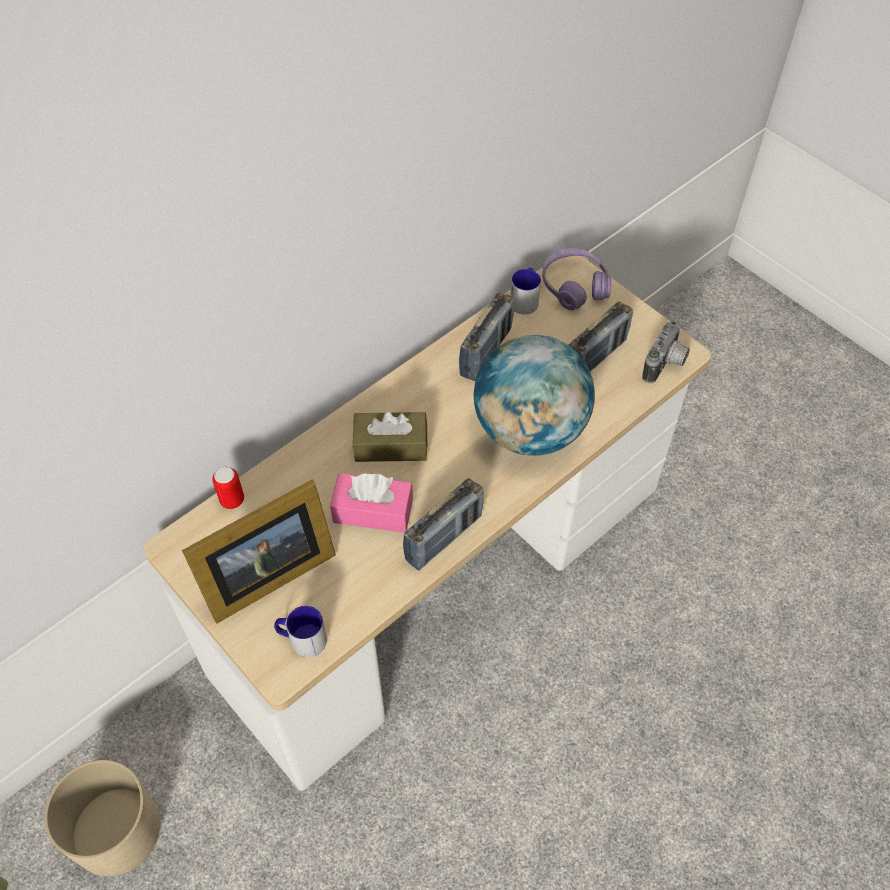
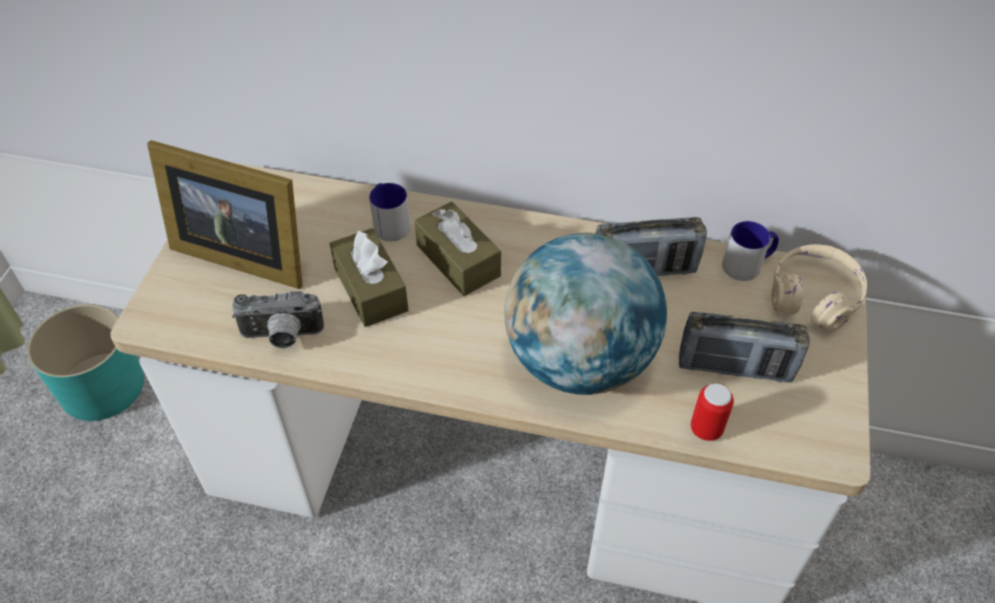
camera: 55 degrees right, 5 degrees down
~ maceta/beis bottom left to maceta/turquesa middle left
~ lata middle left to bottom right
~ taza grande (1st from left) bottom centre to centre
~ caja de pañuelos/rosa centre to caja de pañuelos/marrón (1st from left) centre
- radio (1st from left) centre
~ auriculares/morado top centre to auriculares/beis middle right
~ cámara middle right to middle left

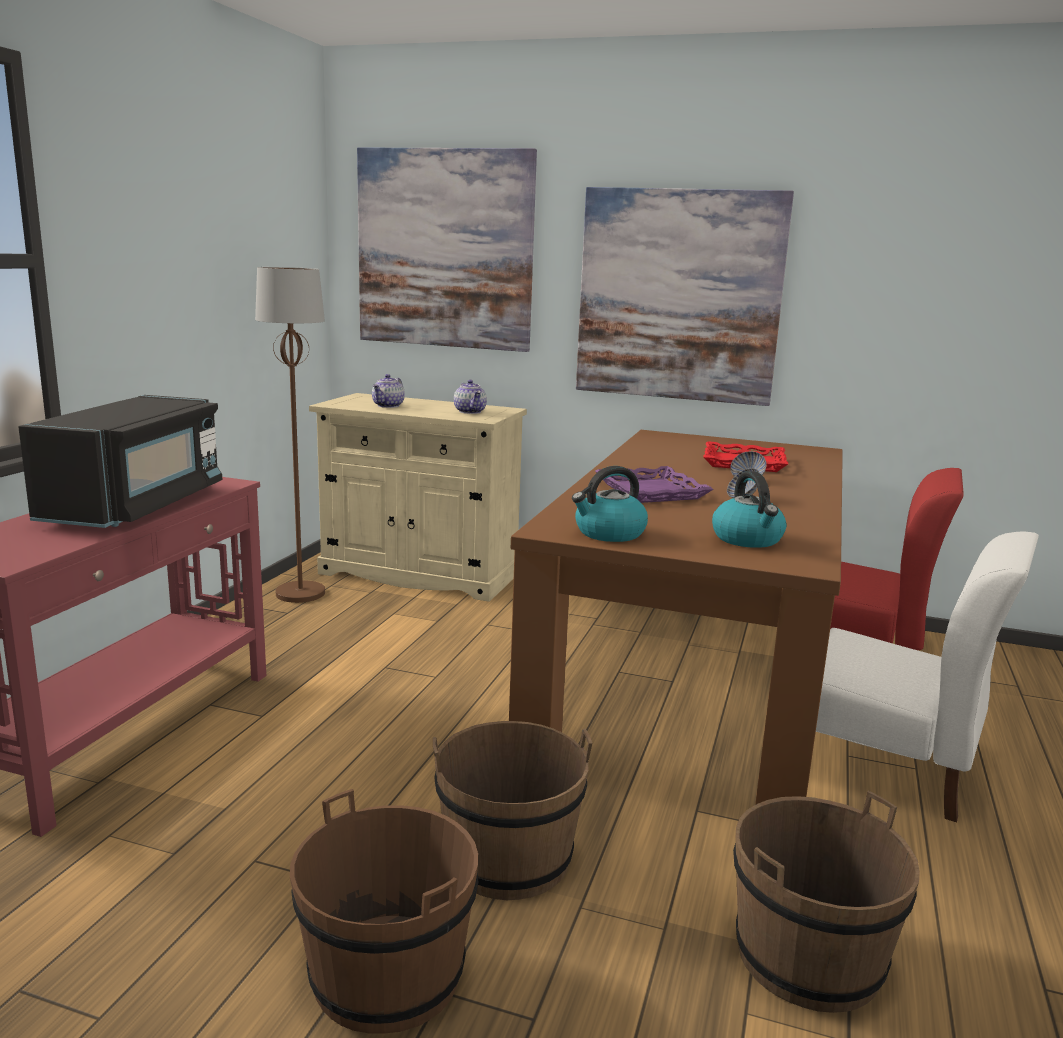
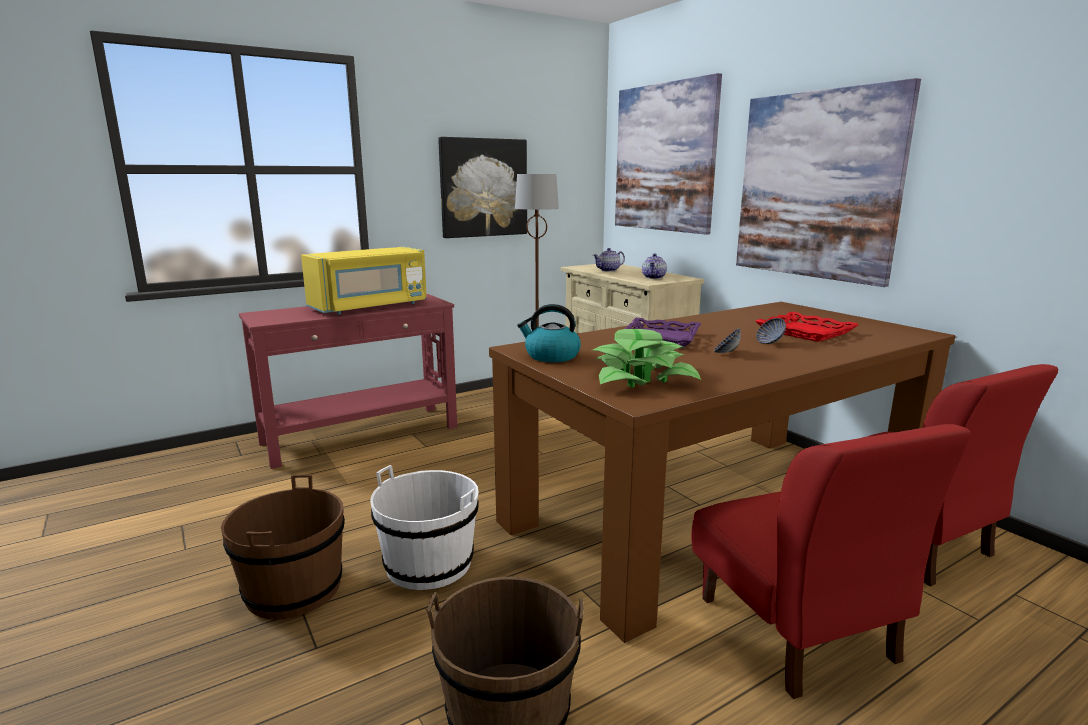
camera: 40 degrees right, 0 degrees up
~ microondas/negro middle left to microondas/amarillo centre
~ cubo/marrón (2nd from left) bottom centre to cubo/blanco bottom centre
~ hervidor (2nd from left) middle right to planta en maceta centre
~ silla/blanco middle right to silla/rojo (1st from left) bottom right
+ cuadro (1st from left) top centre

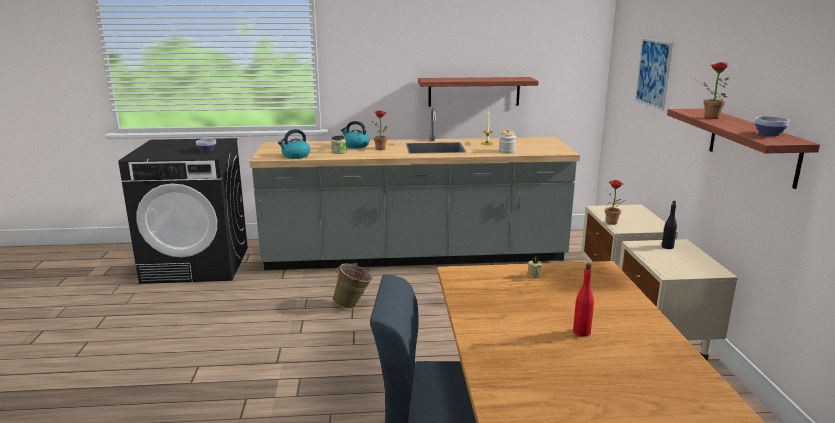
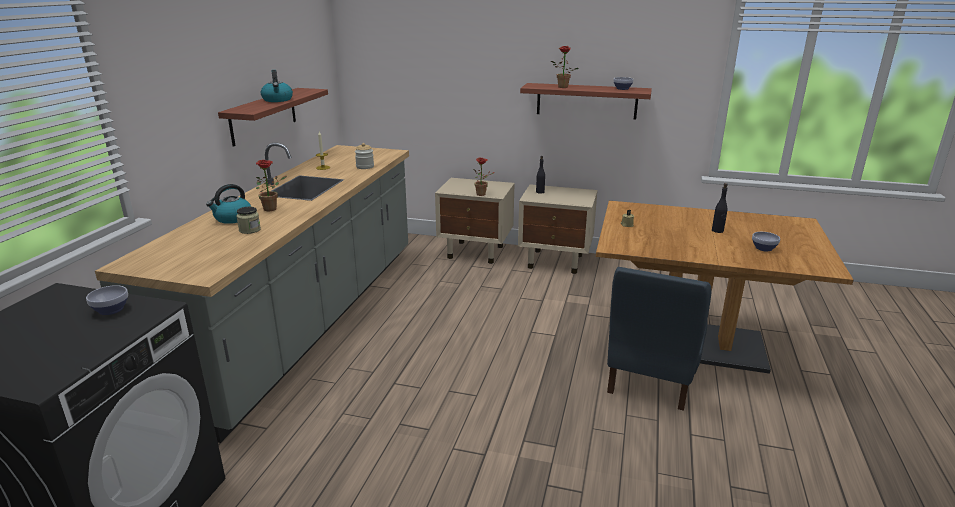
camera: 70 degrees left, 5 degrees up
~ hervidor (1st from left in the first image) centre to hervidor (2nd from left) top left
- cubo/verde bottom centre
~ botella/rojo bottom right to botella/negro (2nd from left) middle right
- cuadro top right
+ cuenco (3rd from left) middle right

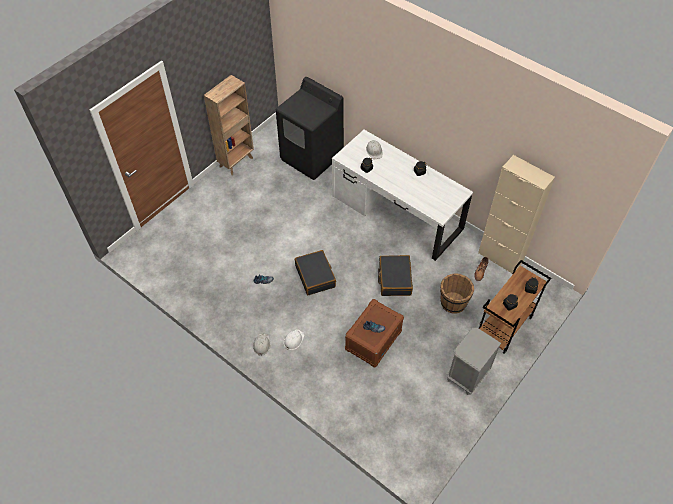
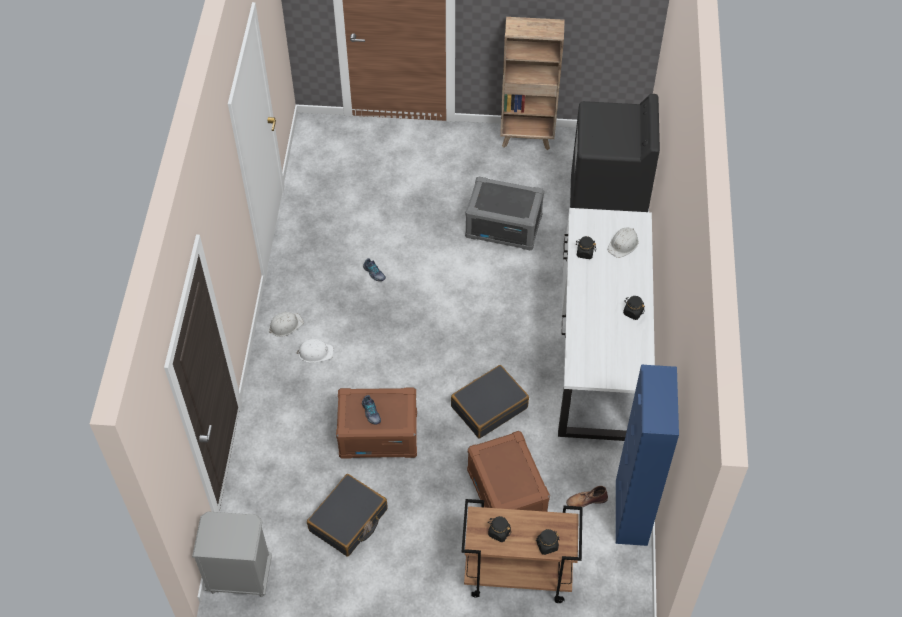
camera: 55 degrees right, 0 degrees up
~ maleta/negro (1st from left) centre to bottom centre
~ cubo/marrón middle right to caja de almacenaje/marrón (2nd from left) bottom centre
~ mesita de noche/gris bottom right to bottom left
~ armario/beis middle right to armario/azul bottom right
+ caja de almacenaje/gris centre

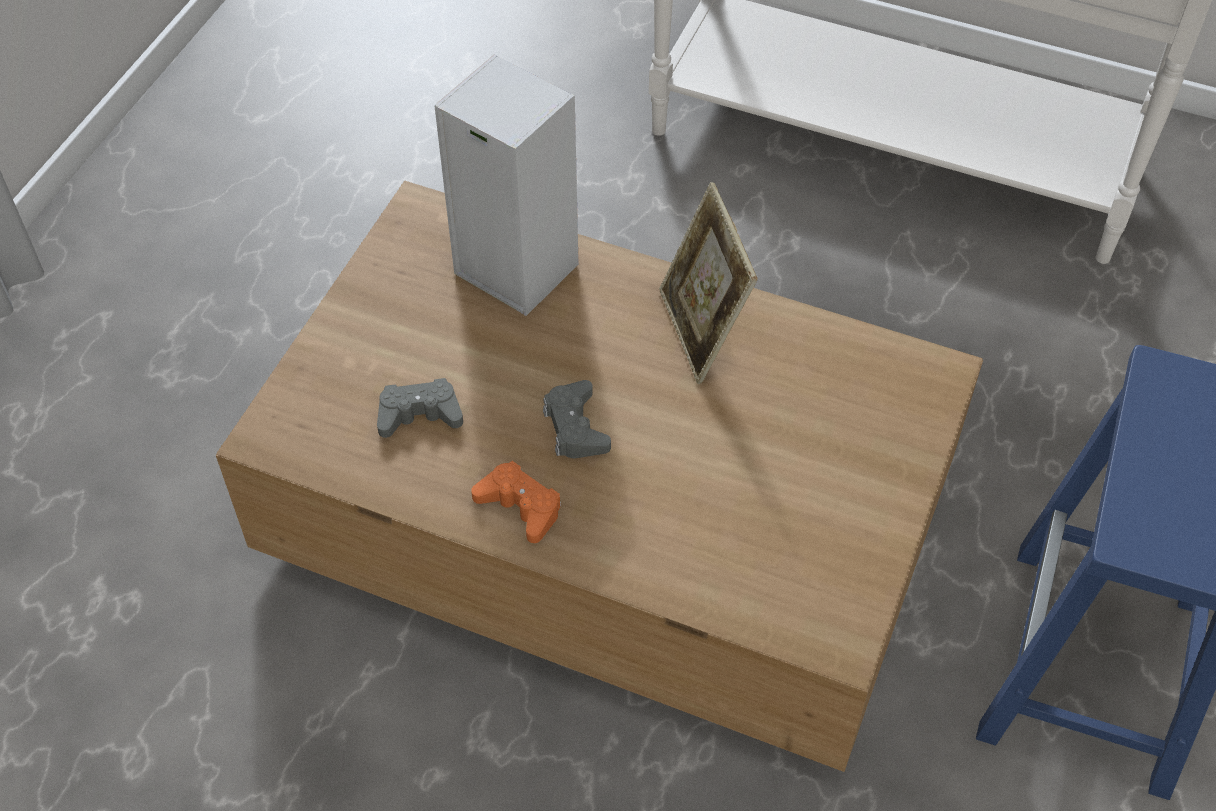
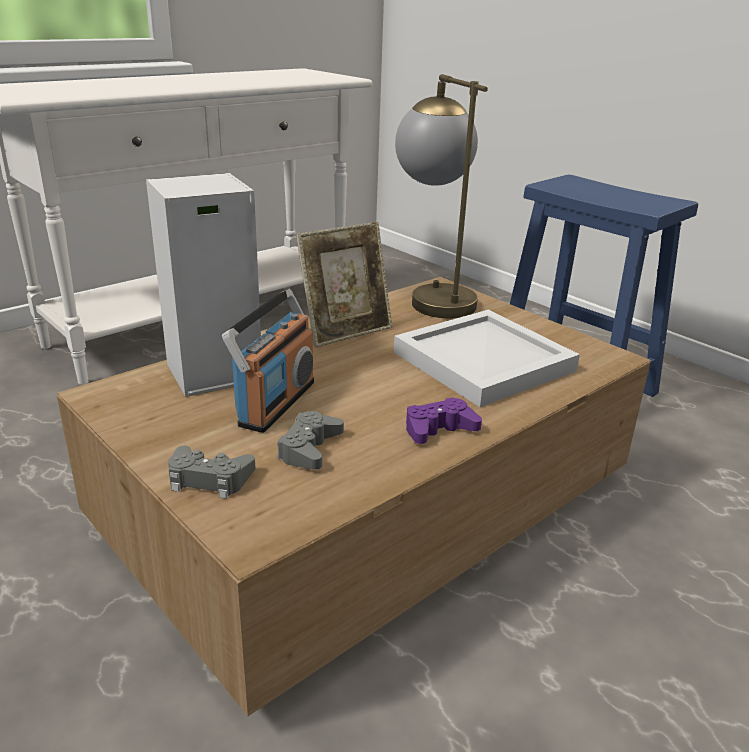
camera: 65 degrees left, 25 degrees down
~ mando de consola/naranja centre to mando de consola/morado centre
~ mando de consola/gris (2nd from left in the first image) centre to mando de consola/gris (1st from left) middle left
~ portarretratos centre = centre 45 degrees counterclockwise
+ radio centre
+ bandeja/blanco centre
+ lámpara de mesa top centre

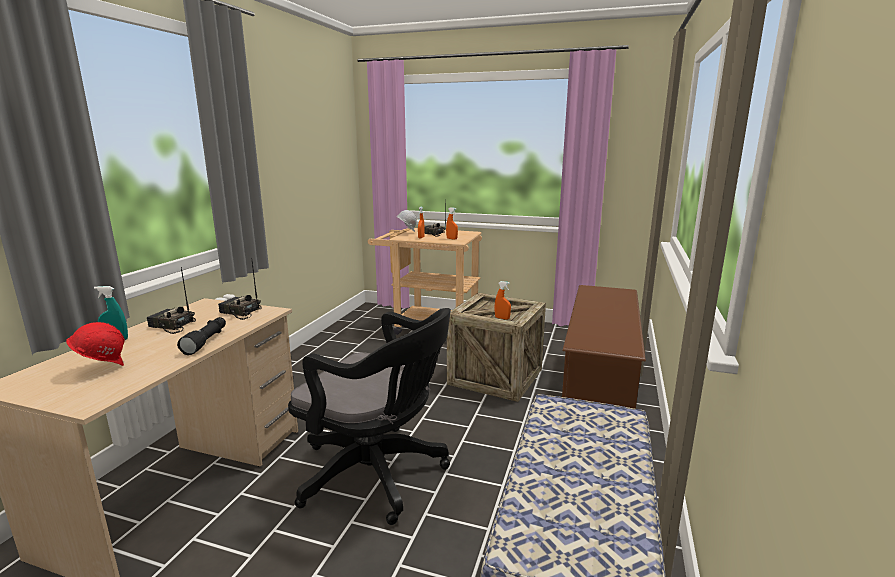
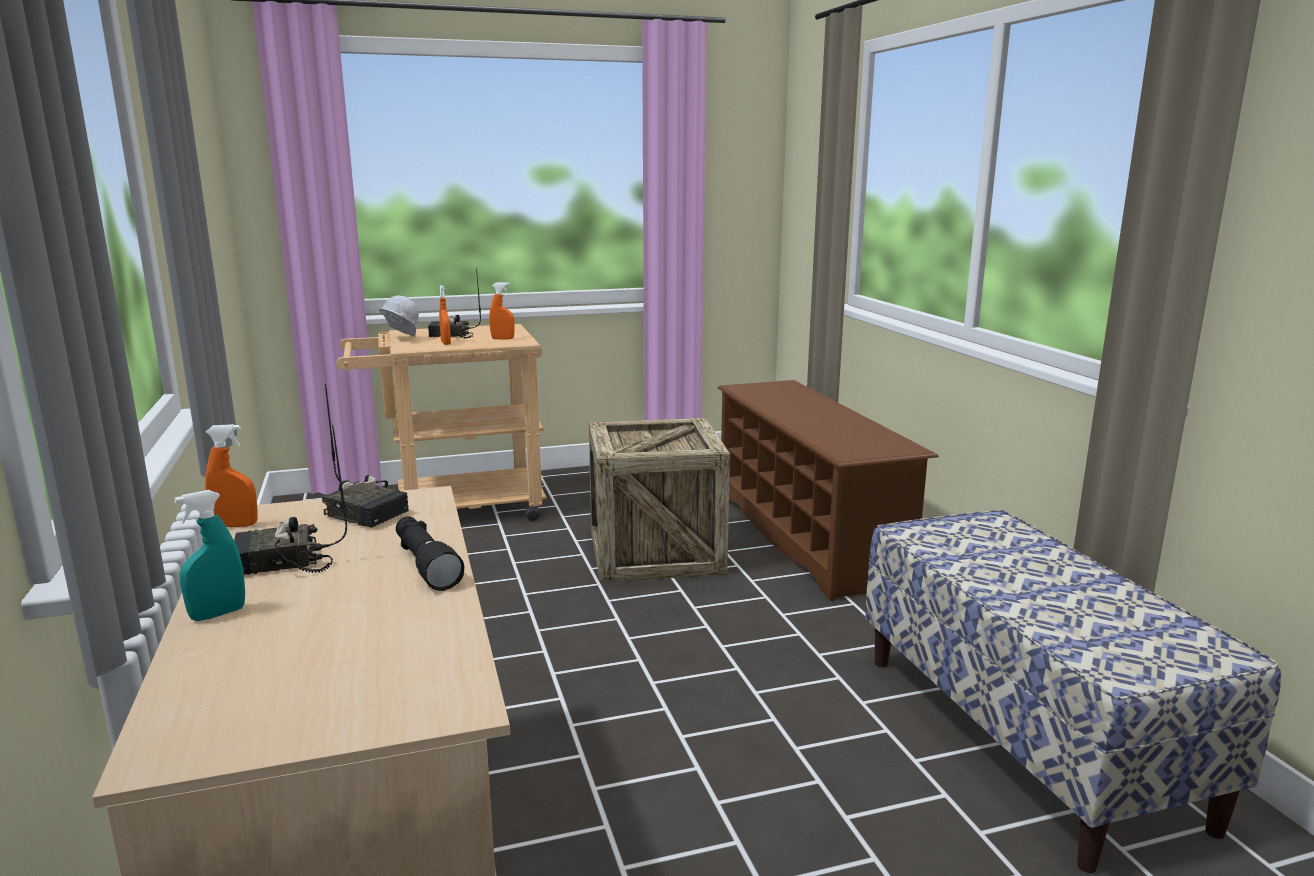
camera: 35 degrees left, 0 degrees up
- casco/rojo middle left
~ radio (2nd from left) middle left = middle left 135 degrees counterclockwise
- silla de oficina/negro bottom centre
~ pulverizador/naranja (3rd from left in the first image) centre to pulverizador/naranja (1st from left) middle left

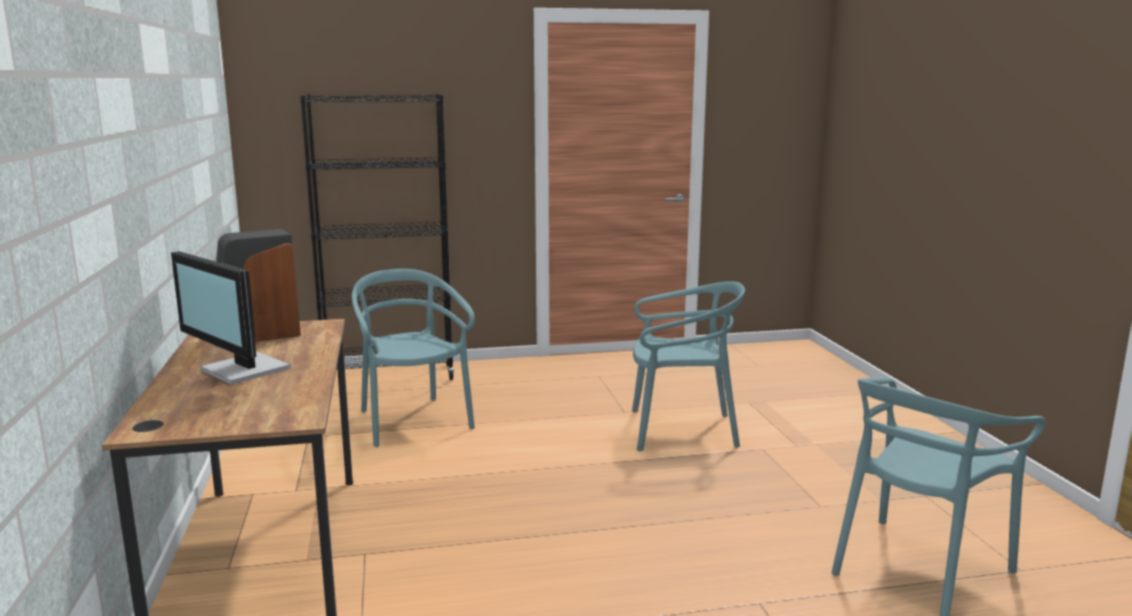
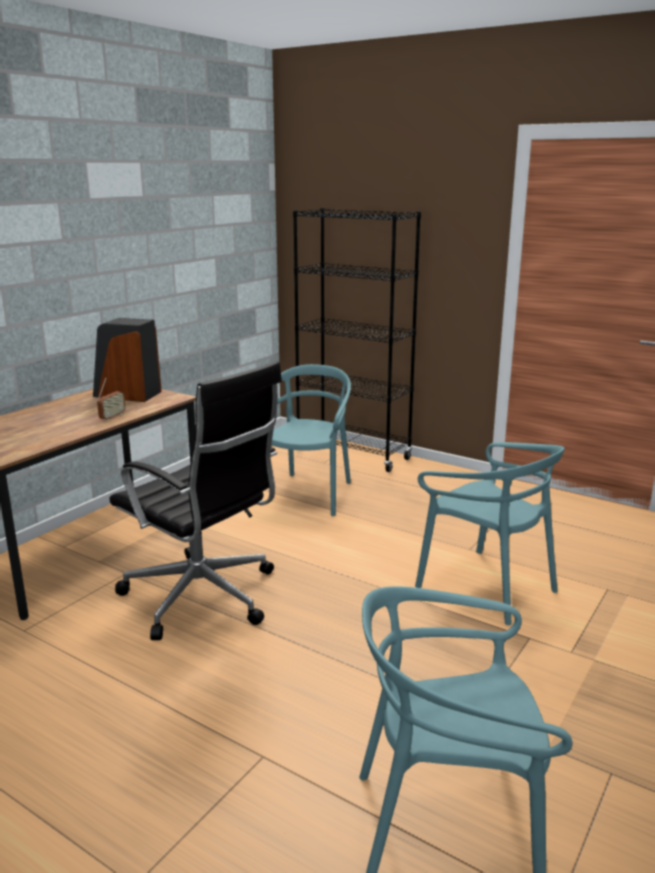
camera: 45 degrees right, 5 degrees up
- monitor middle left
+ radio middle left
+ silla de oficina/negro middle left

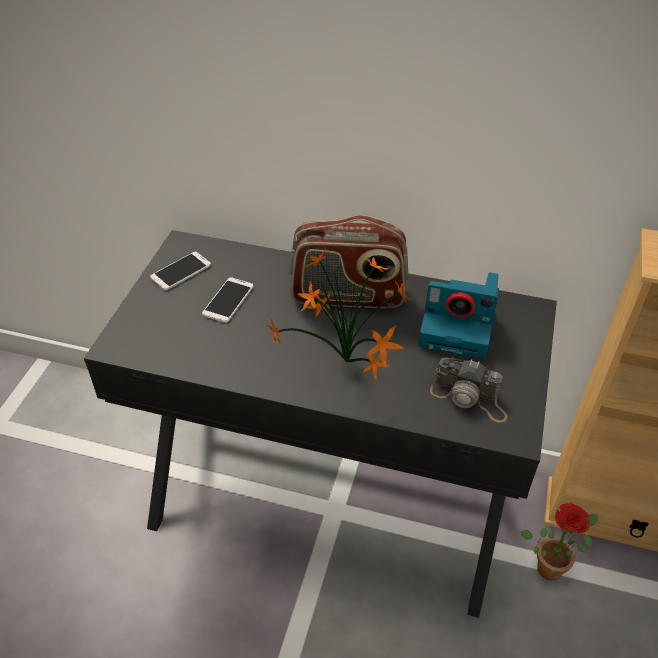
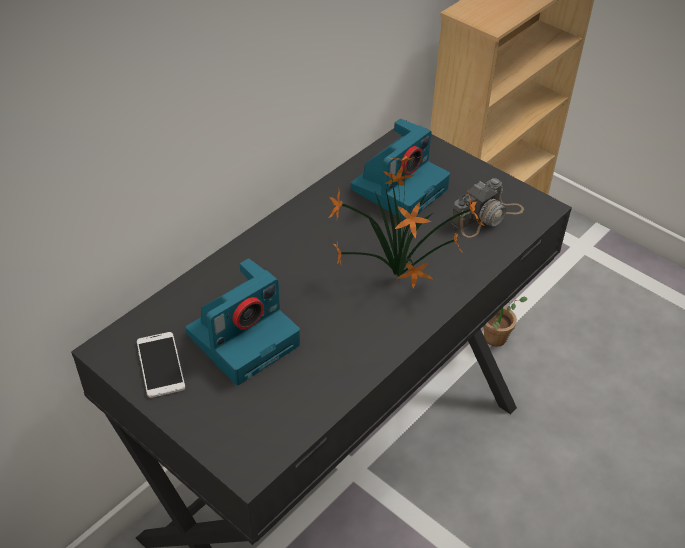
camera: 65 degrees left, 0 degrees up
~ móvil (2nd from left) centre to cámara (1st from left) centre
- radio centre

